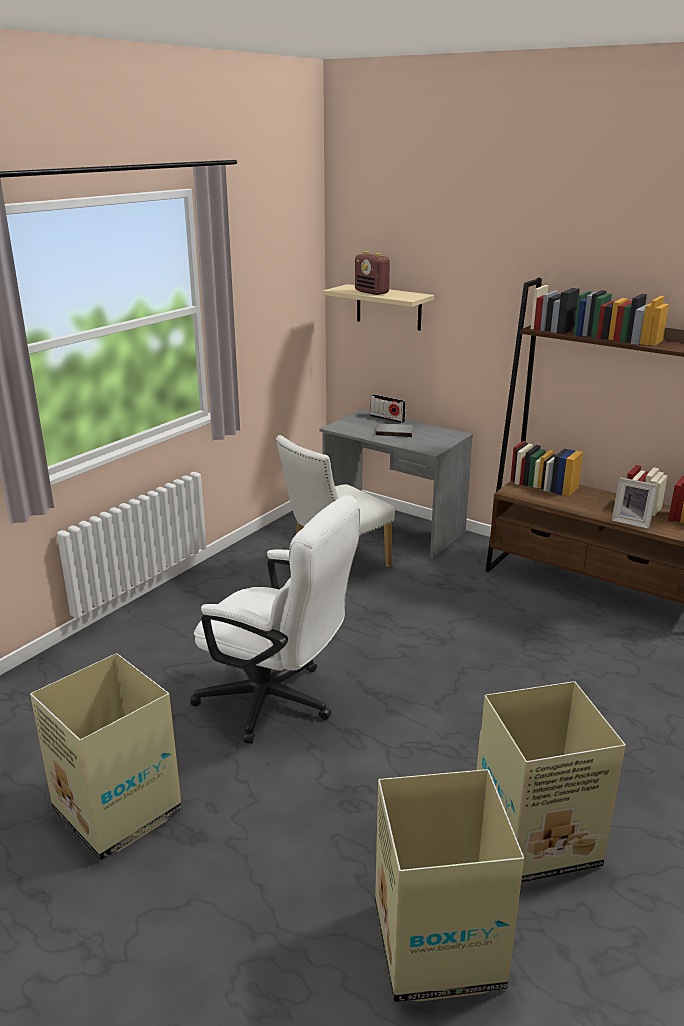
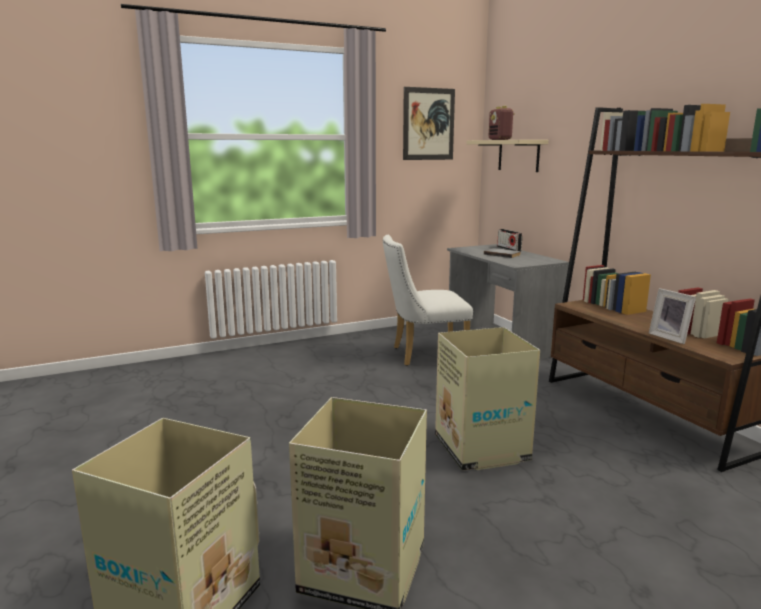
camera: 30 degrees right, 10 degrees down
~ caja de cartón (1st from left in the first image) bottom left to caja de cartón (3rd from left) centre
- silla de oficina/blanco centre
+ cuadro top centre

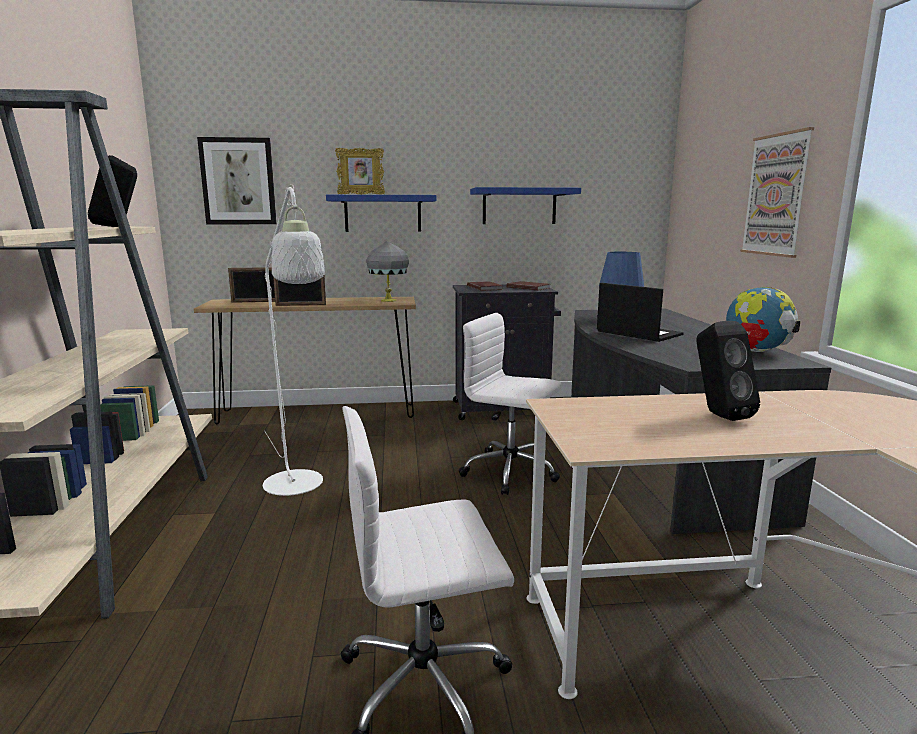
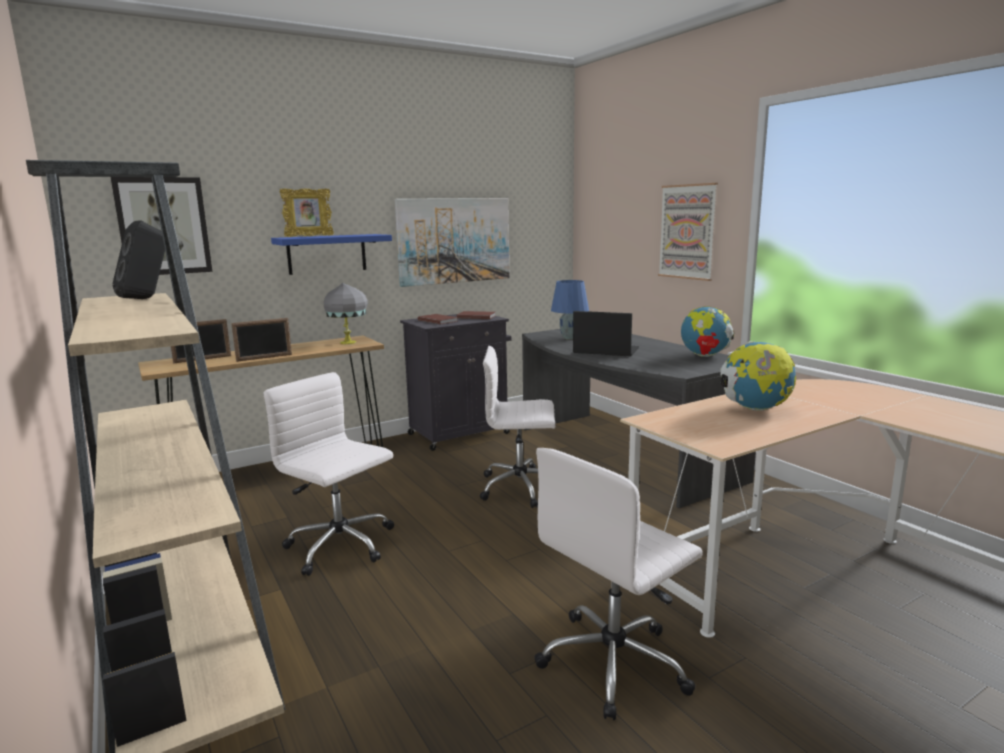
camera: 25 degrees left, 0 degrees up
~ lámpara de pie/blanco middle left to silla de oficina/blanco (1st from left) middle left
~ estante/azul (2nd from left) top centre to cuadro (2nd from left) top centre
~ altavoz/negro (2nd from left) middle right to globo terráqueo (2nd from left) middle right

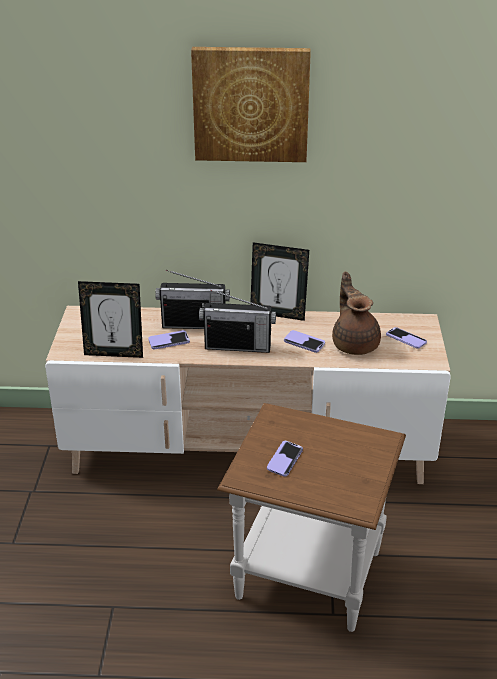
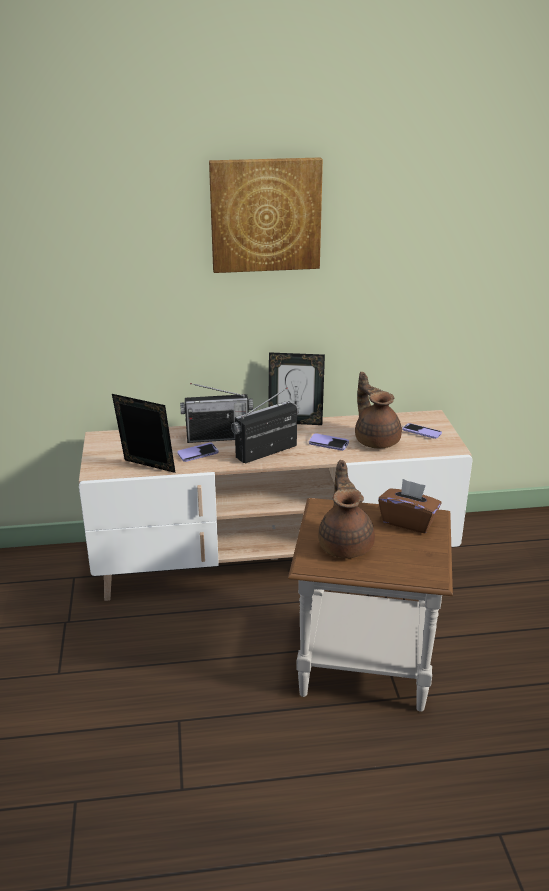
camera: 10 degrees left, 5 degrees down
~ portarretratos (1st from left) middle left = middle left 150 degrees counterclockwise
~ radio (2nd from left) centre = centre 150 degrees clockwise
~ móvil (2nd from left) bottom centre to tetera/marrón (1st from left) centre
+ caja de pañuelos/marrón middle right

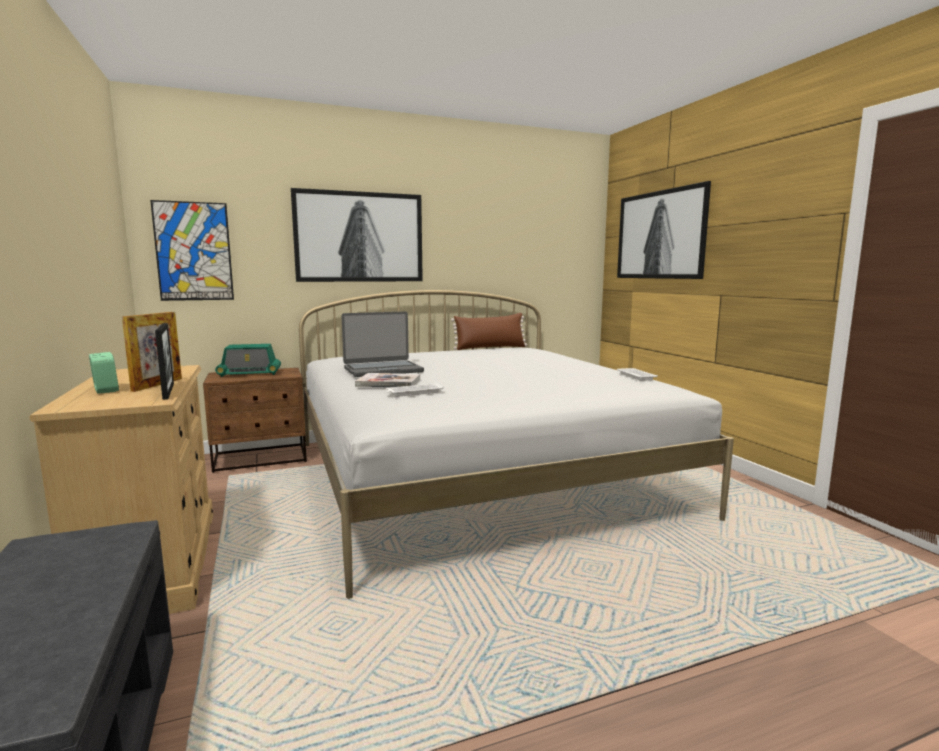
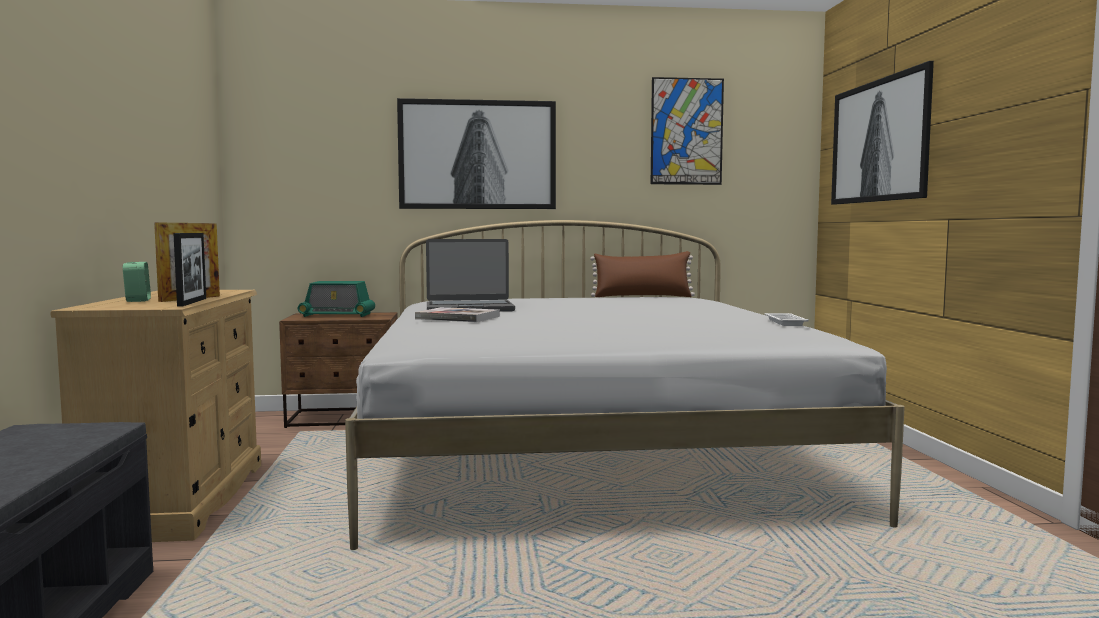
camera: 15 degrees right, 5 degrees down
~ cuadro (1st from left in the first image) top left to cuadro (2nd from left) top centre
- bandeja/blanco (1st from left) centre

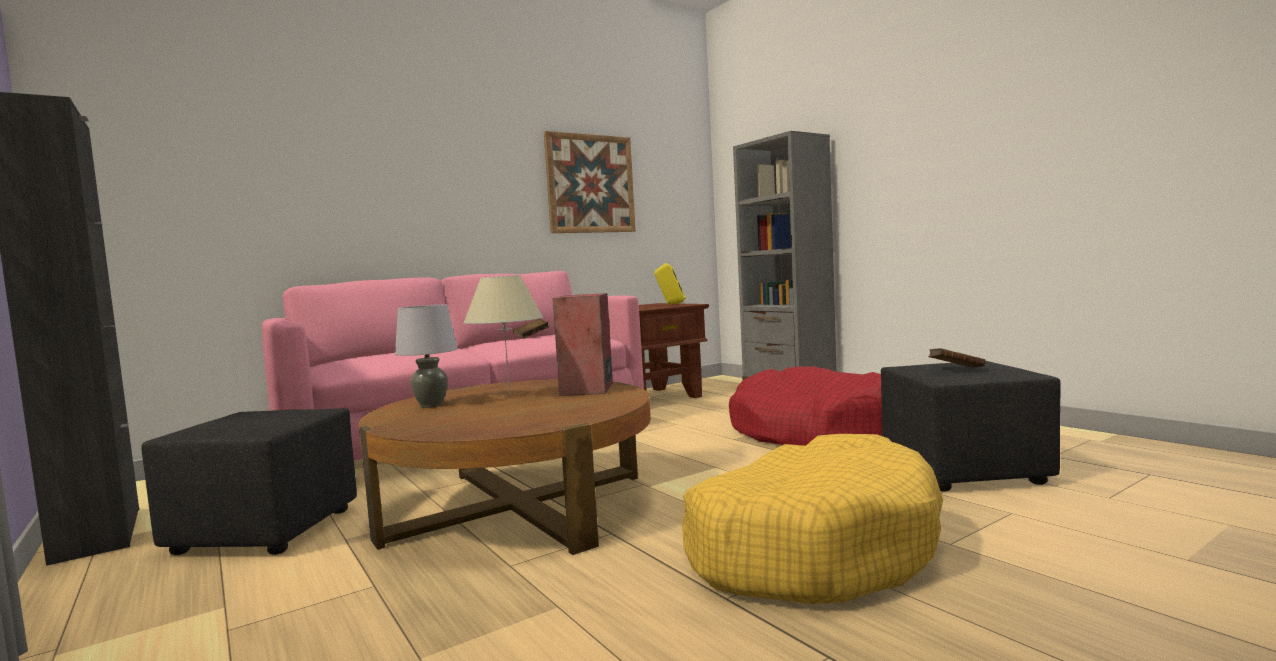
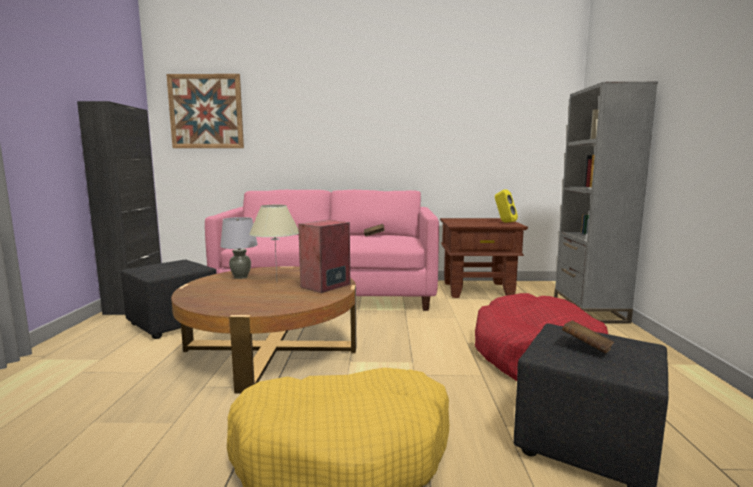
camera: 35 degrees right, 5 degrees up
~ cuadro top centre to top left

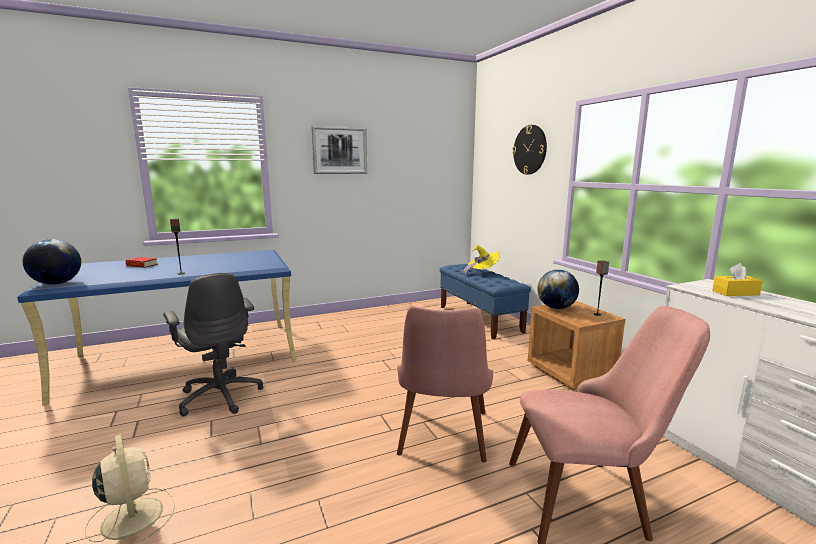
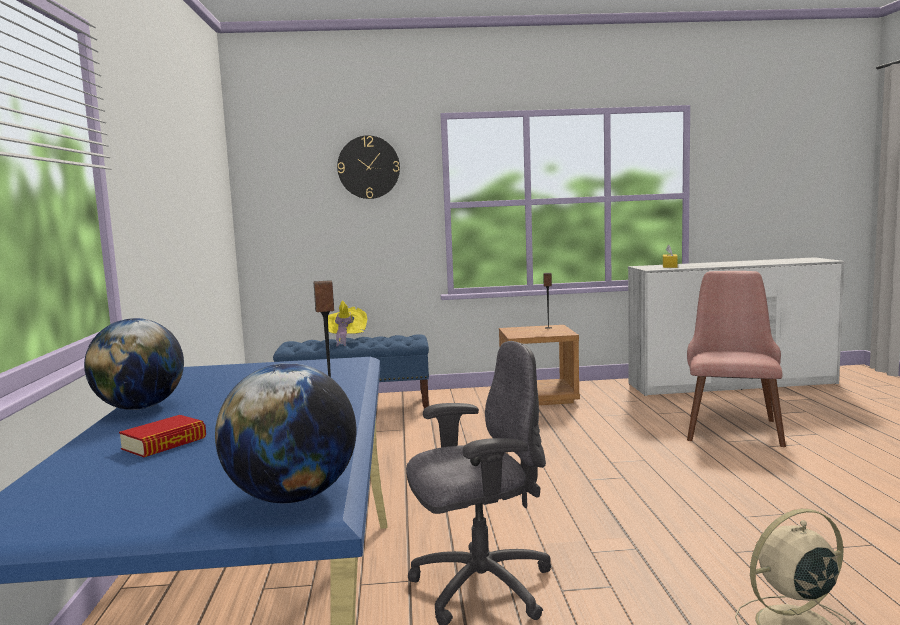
camera: 70 degrees left, 5 degrees down
- cuadro top centre
- silla/rosa (1st from left) bottom centre
~ globo terráqueo (2nd from left in the first image) middle right to globo terráqueo (1st from left) middle left

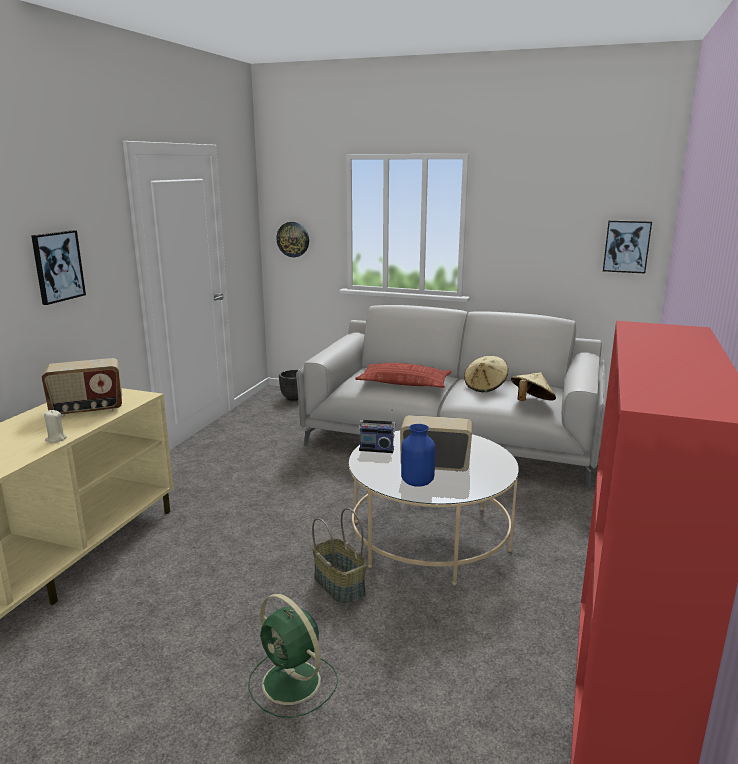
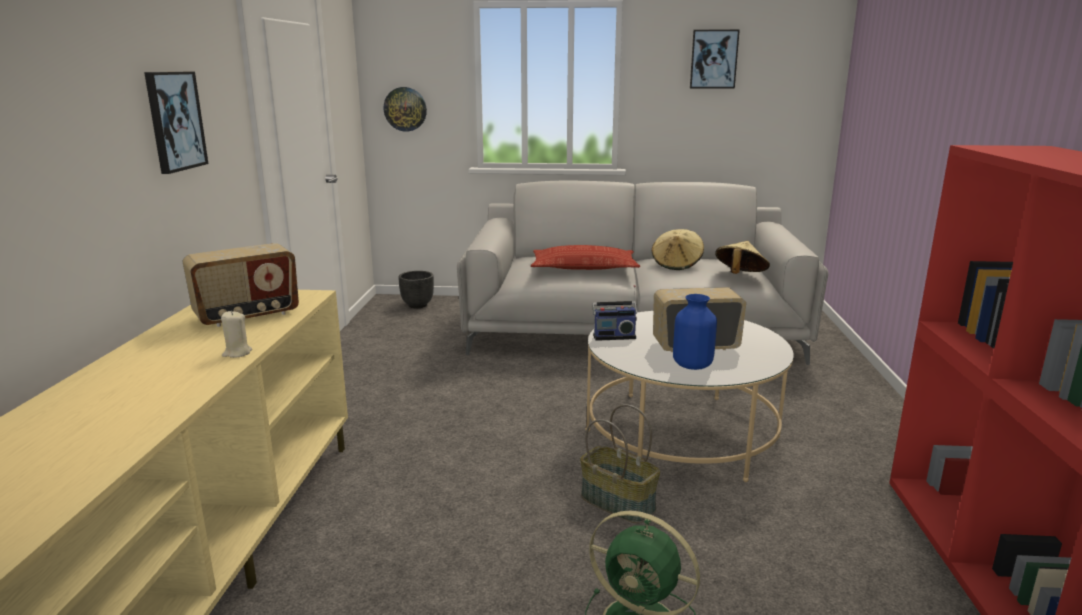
camera: 15 degrees left, 0 degrees up
~ cuadro (2nd from left) top right to top centre

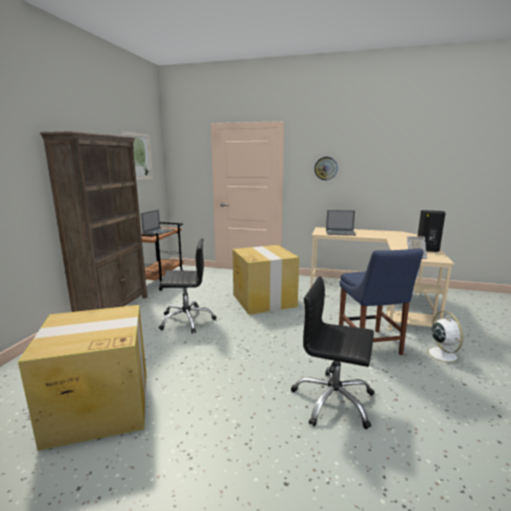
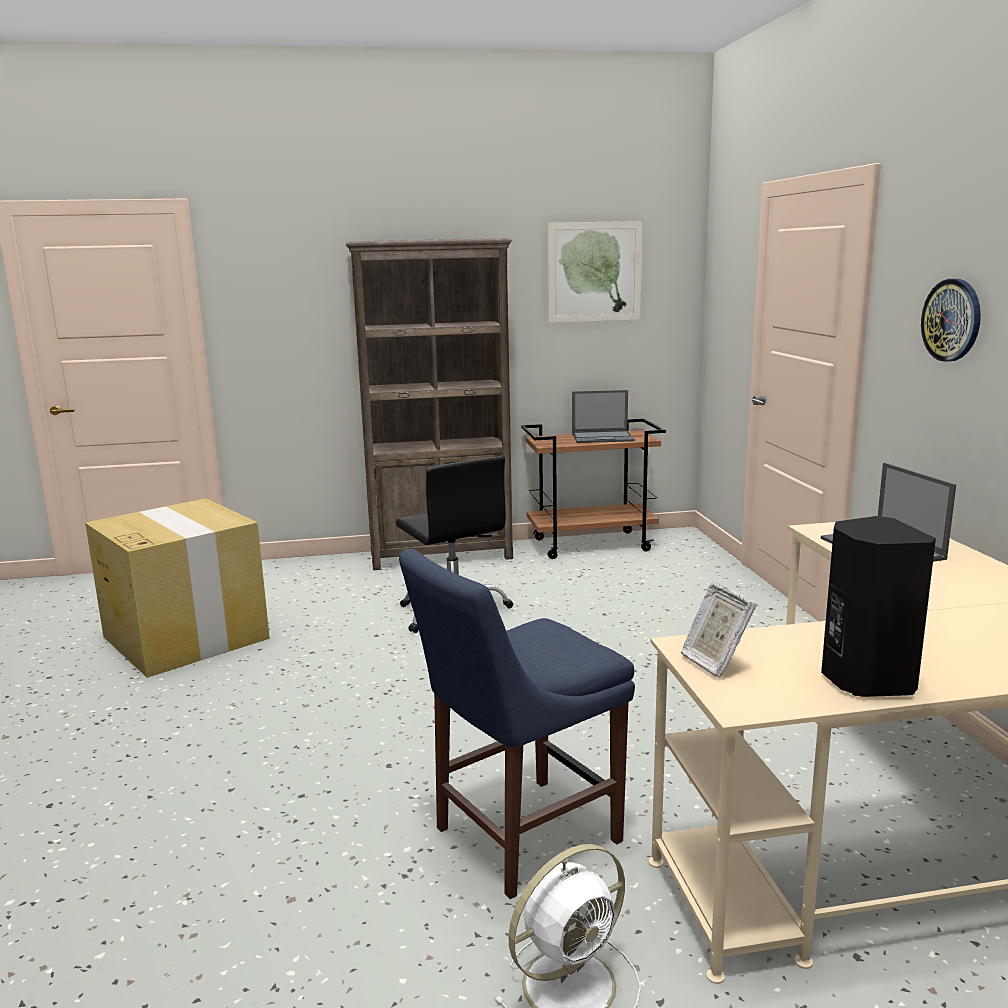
camera: 65 degrees right, 0 degrees up
- caja de cartón (2nd from left) centre
- silla de oficina/negro (2nd from left) bottom centre

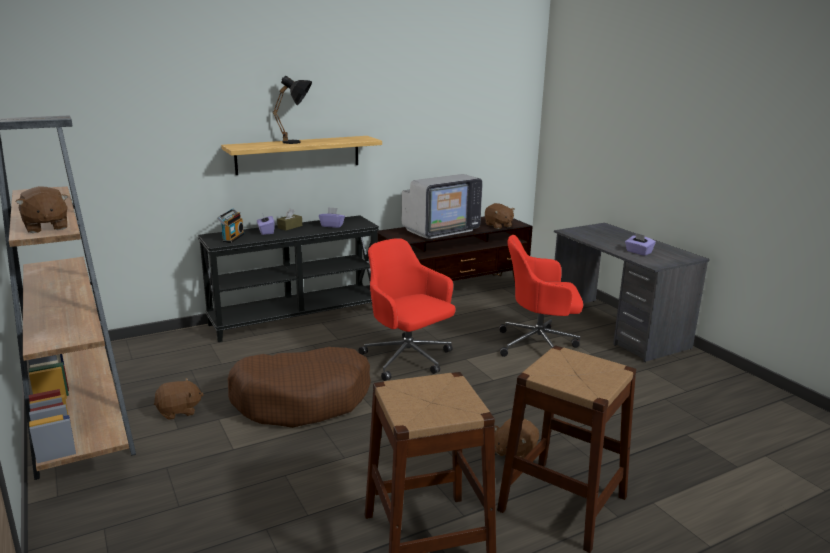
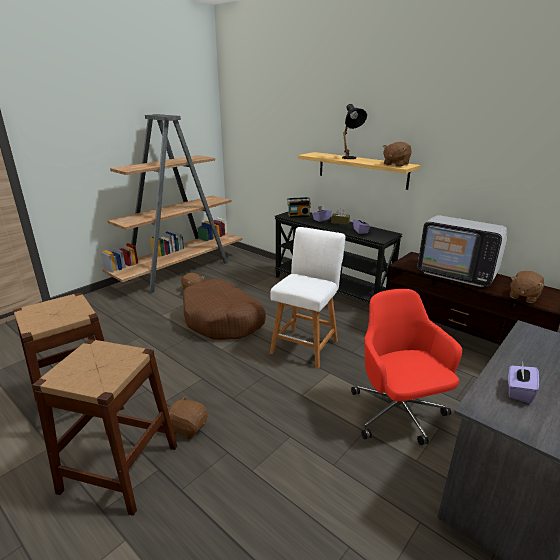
camera: 70 degrees right, 5 degrees up
~ peluche/marrón (1st from left in the first image) middle left to peluche/marrón (3rd from left) top right
~ silla de oficina/rojo (1st from left) centre to taburete/blanco centre

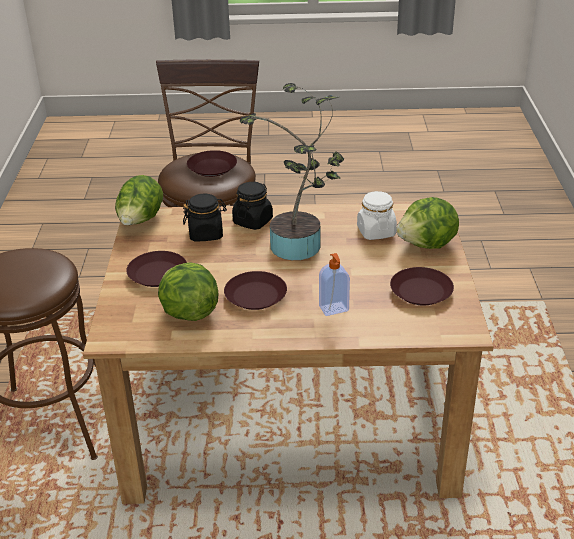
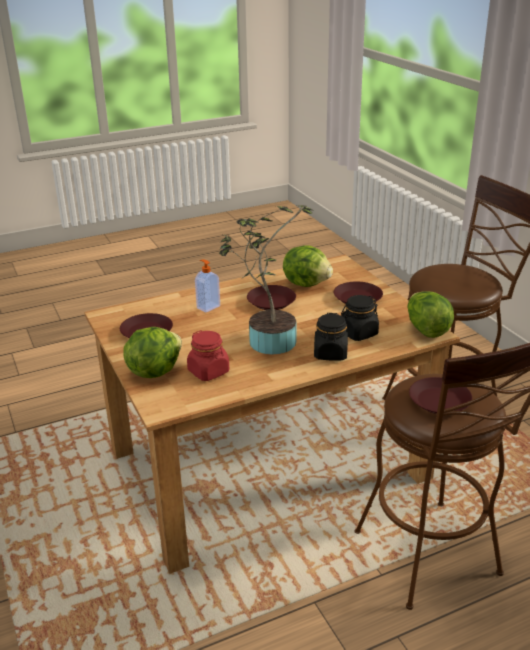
camera: 155 degrees right, 5 degrees down
~ tarro/blanco centre to tarro/rojo centre

